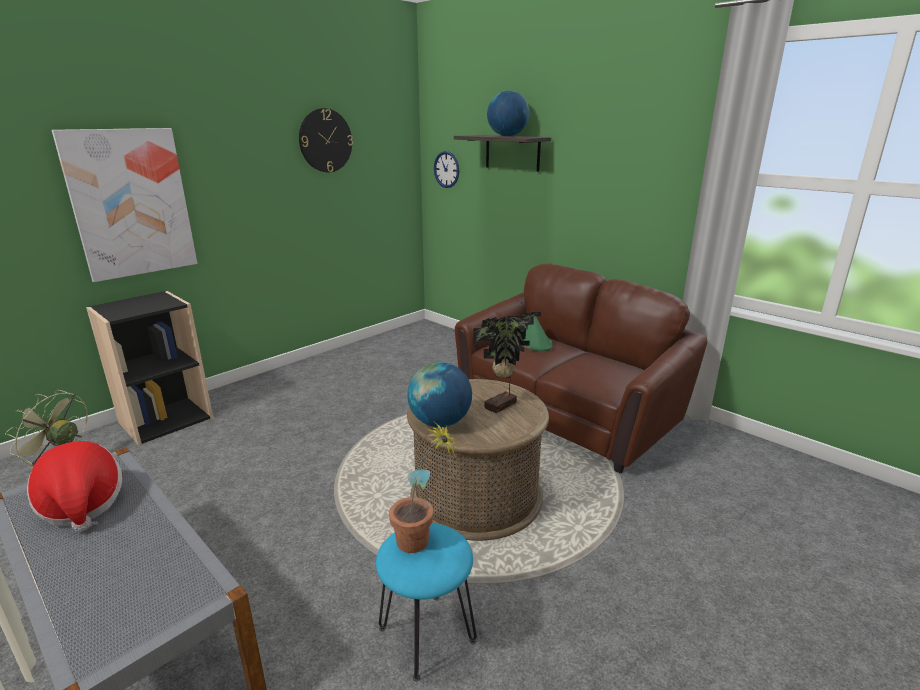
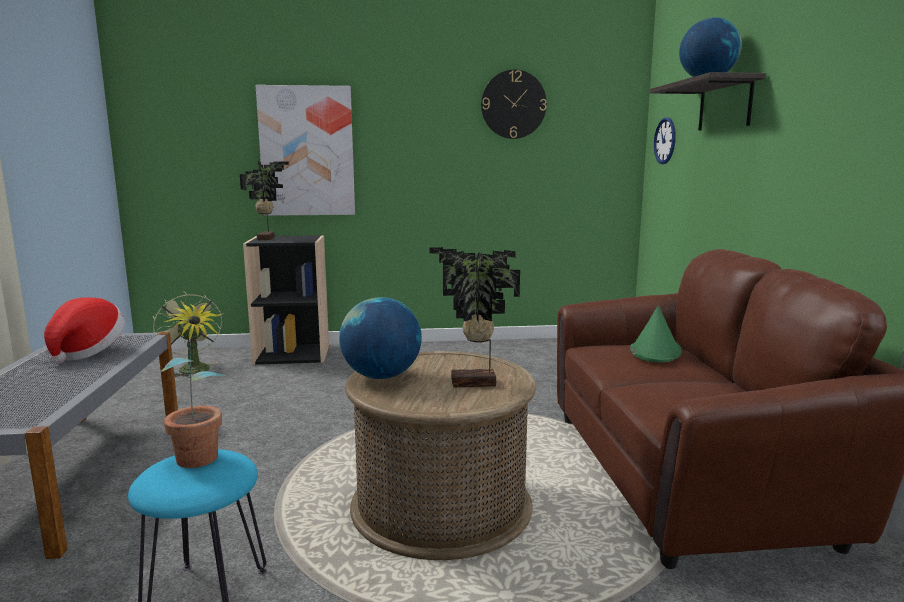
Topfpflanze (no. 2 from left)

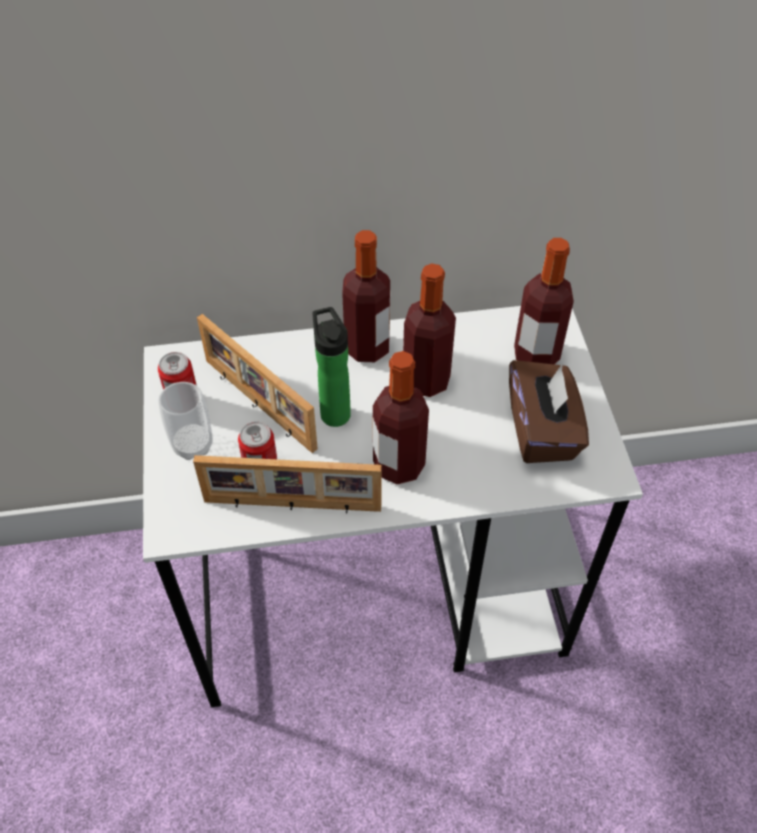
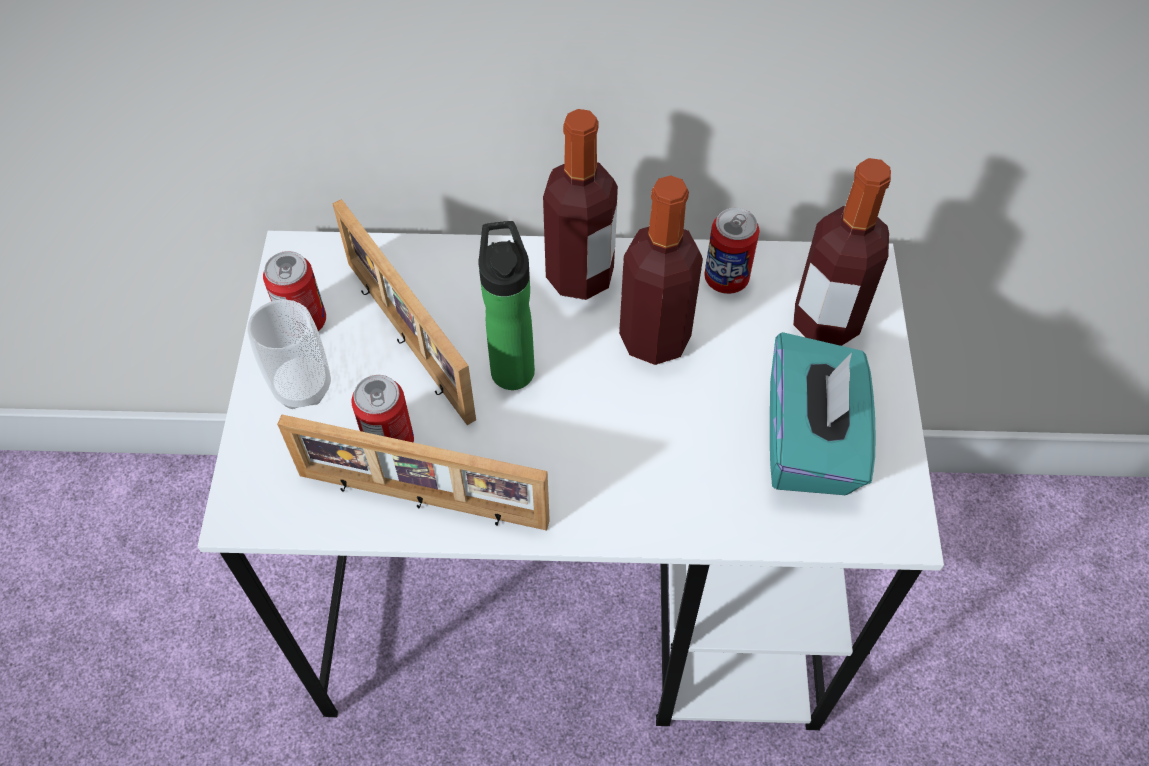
Dose (no. 3 from left)
Taschentuchbox [türkis]
Flasche (no. 3 from left in the first image)

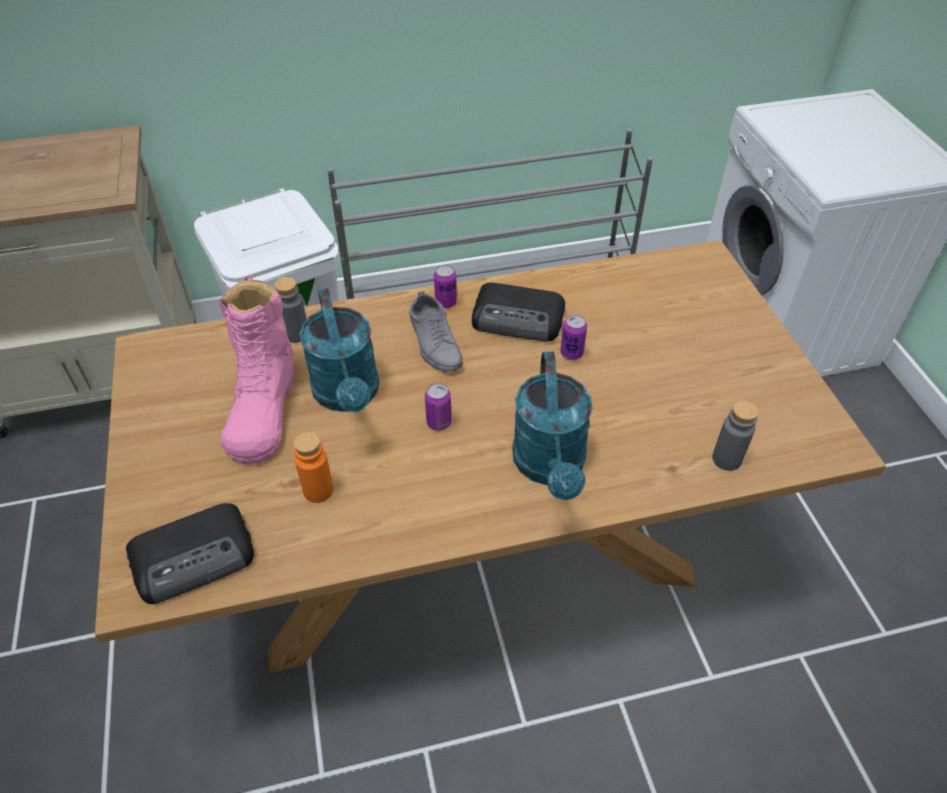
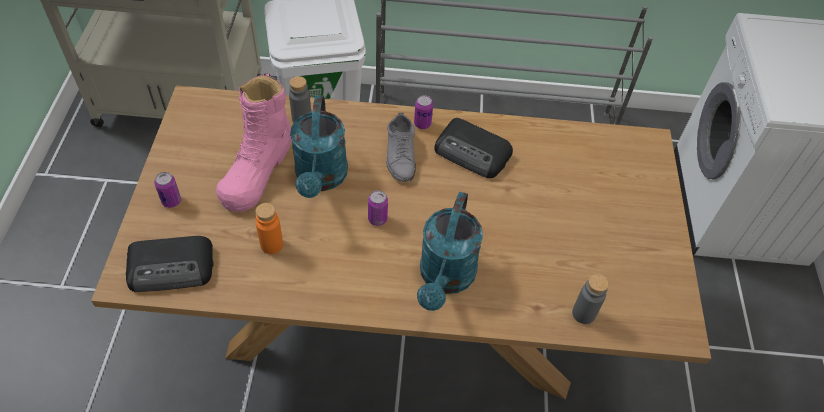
Dose (no. 1 from left)

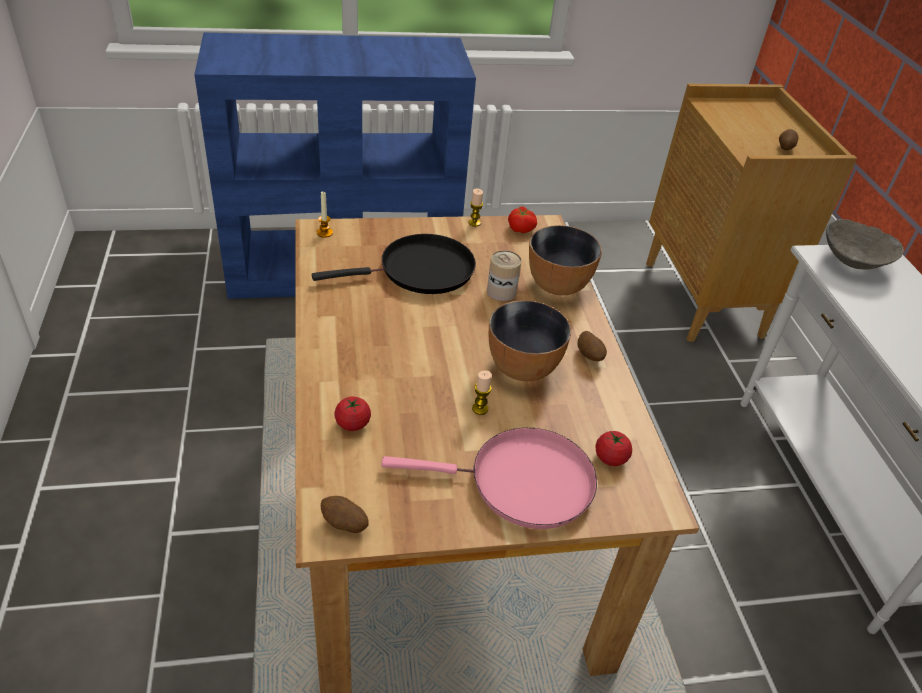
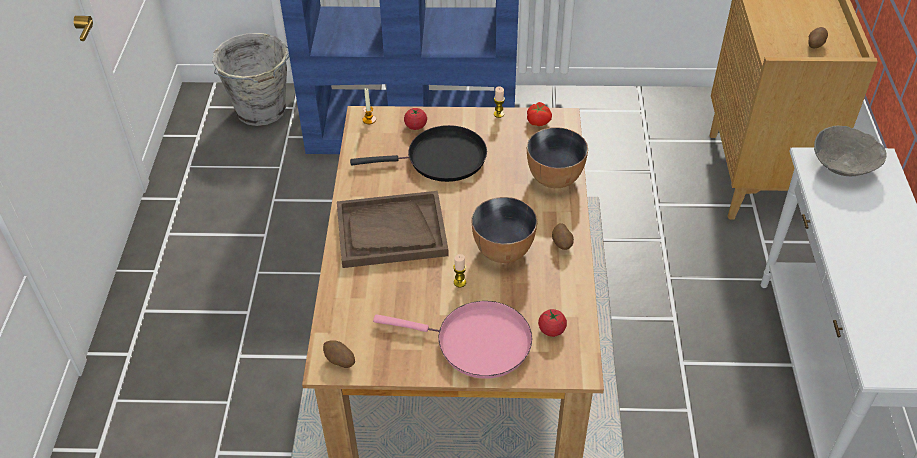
Eimer [grau]
Tablett [braun]
Tomate (no. 1 from left)
Dose

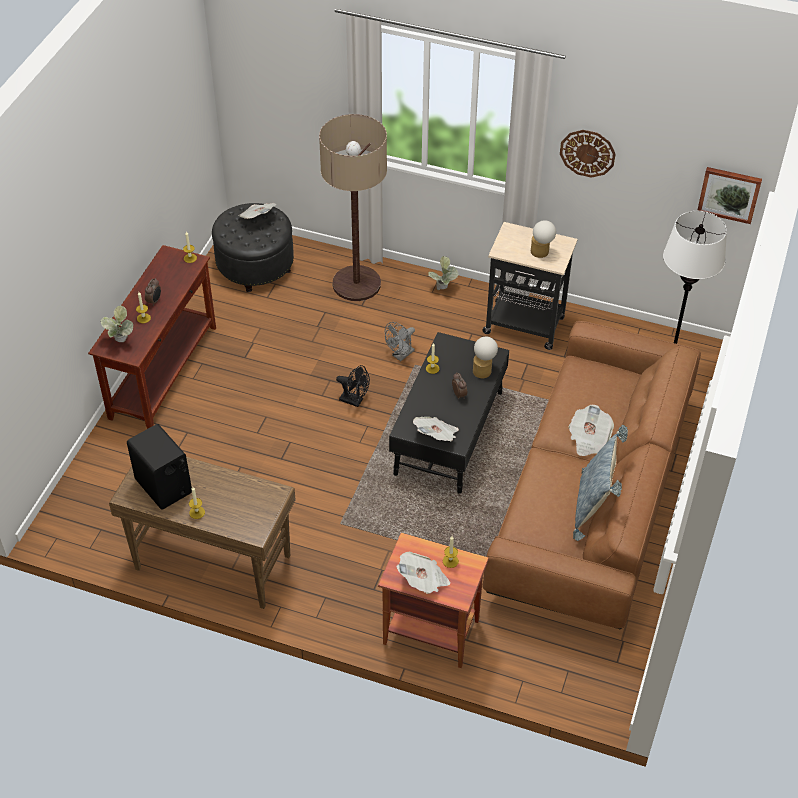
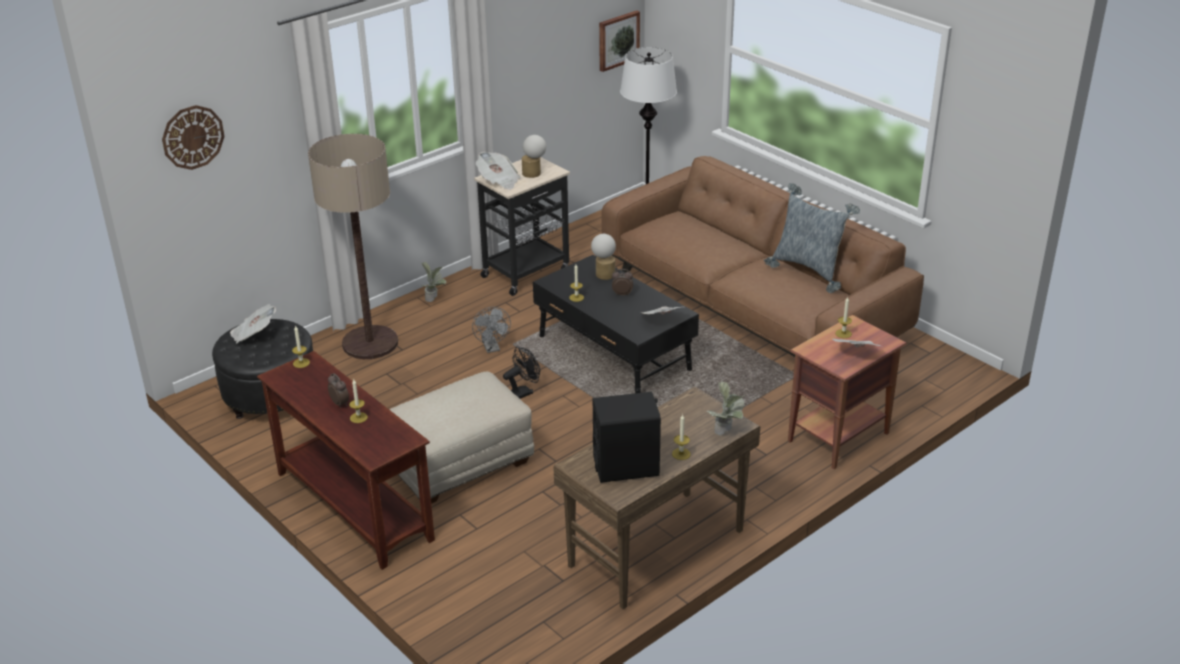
Wanduhr
Polsterhocker [beige]
Zeitung (no. 2 from left)
Topfpflanze (no. 2 from left)

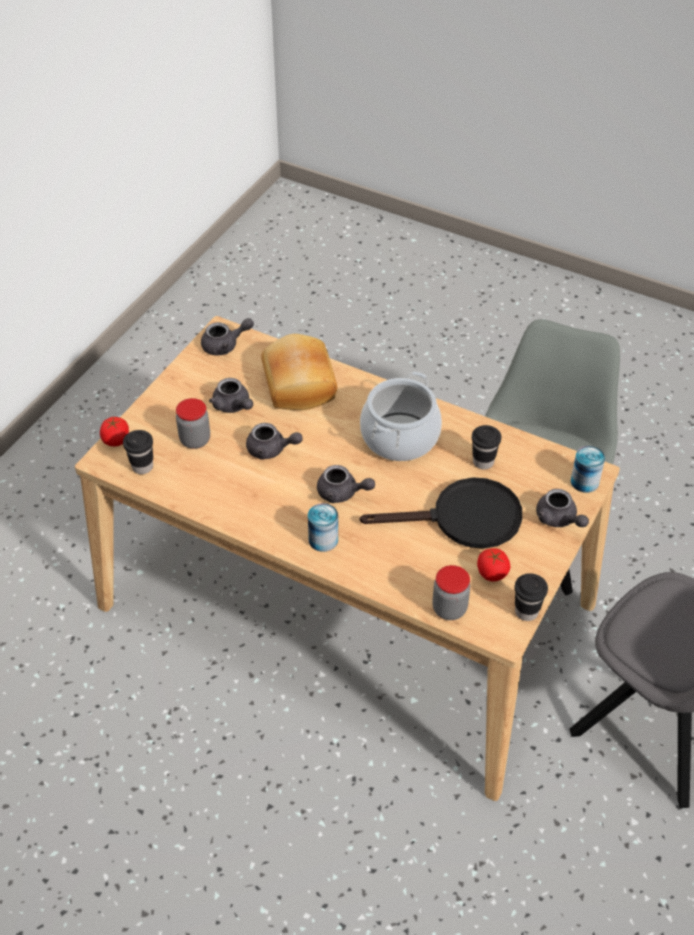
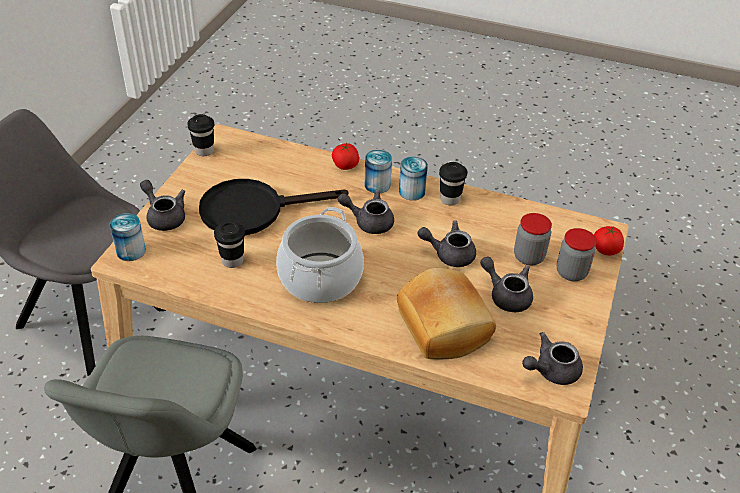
Tomate (no. 1 from left)
Dose (no. 3 from left)
Tasse [schwarz] (no. 3 from left)
Vorratsglas (no. 2 from left)

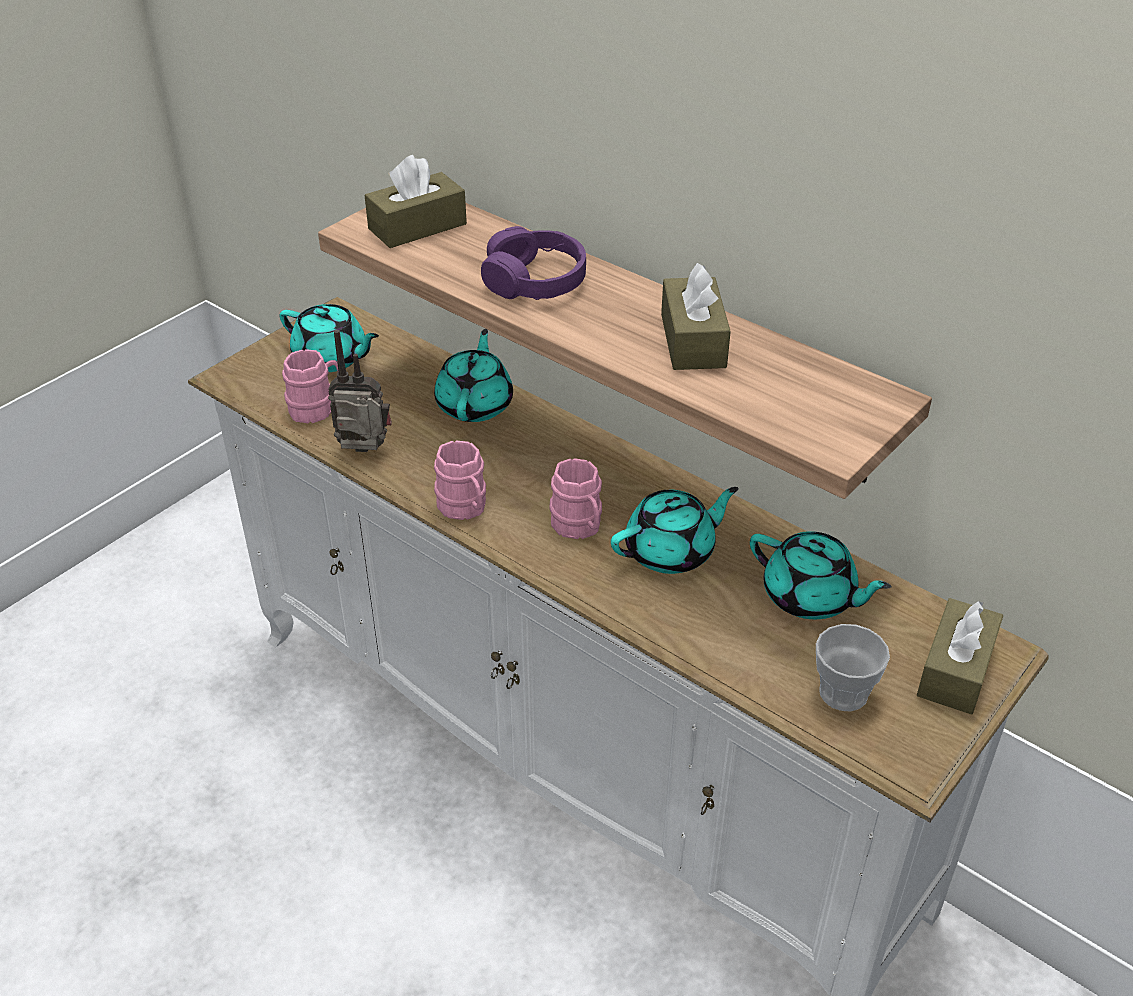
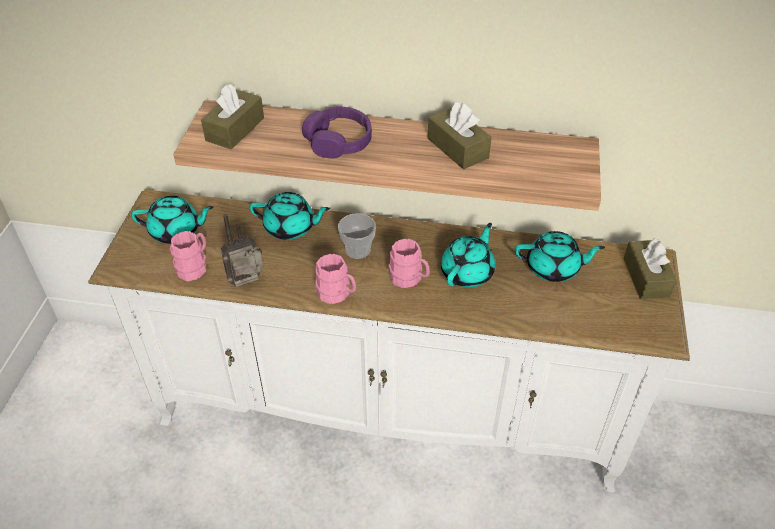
Teekanne [türkis] (no. 2 from left)
Tasse

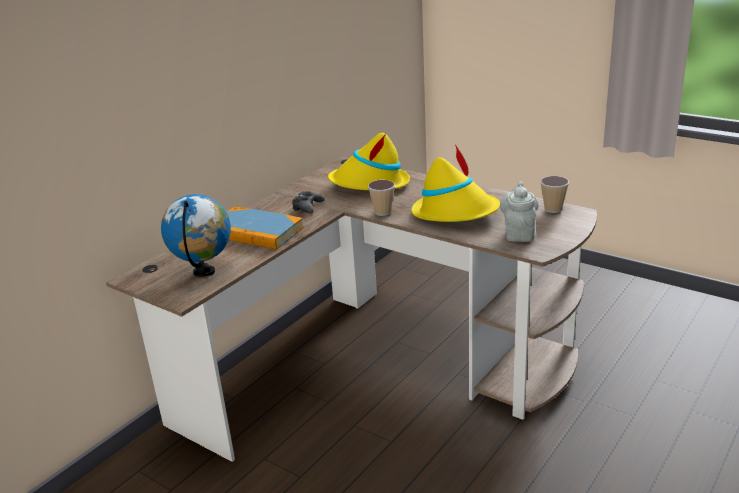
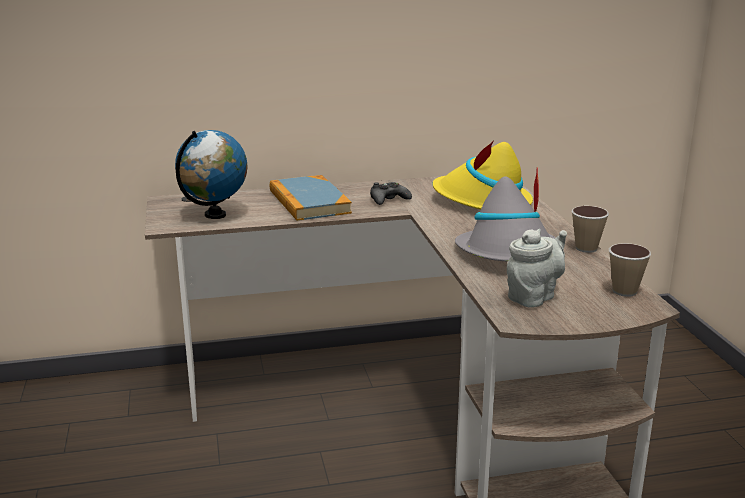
Hut [grau]
Tasse (no. 1 from left)

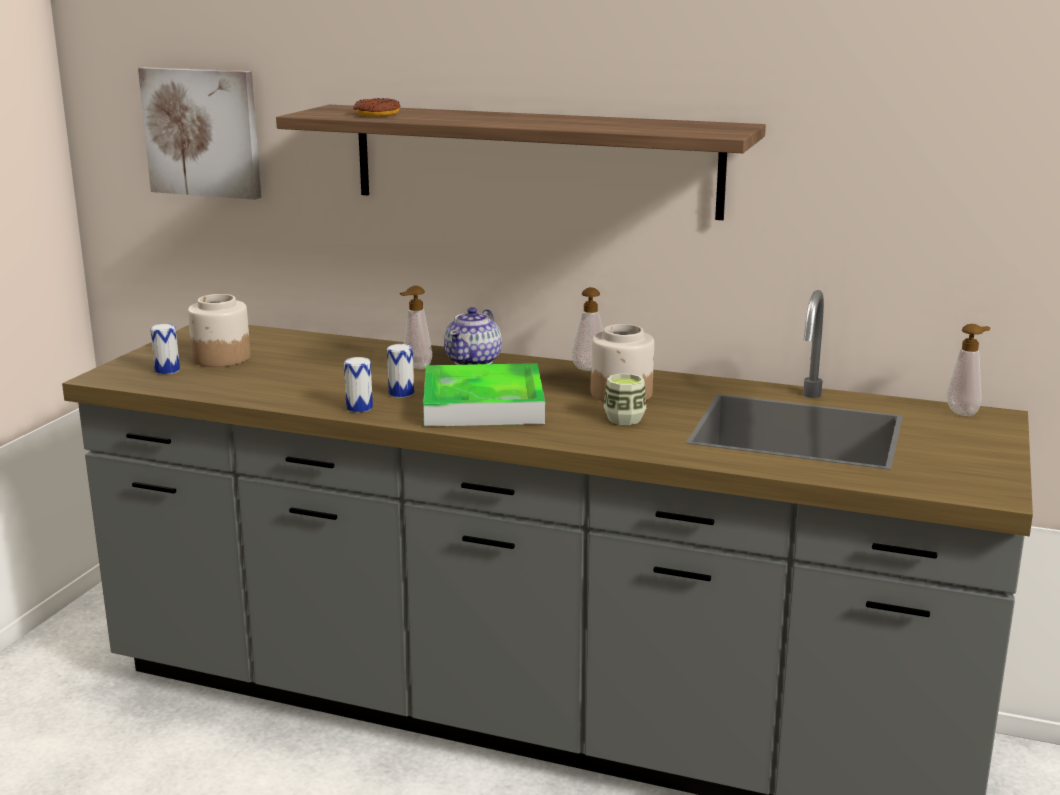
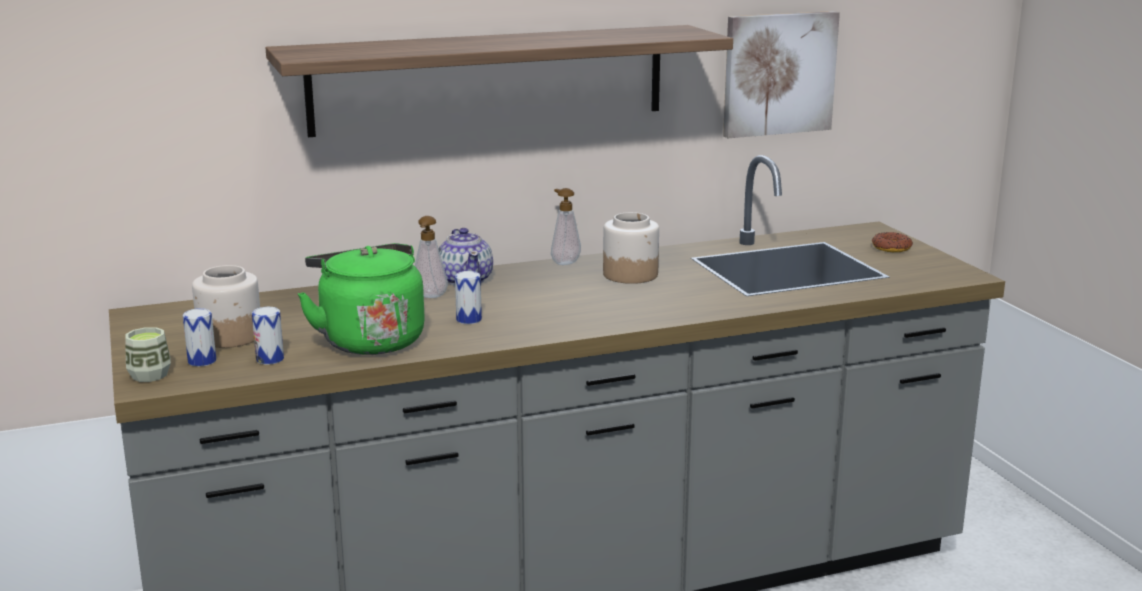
Tasse
Dose (no. 2 from left)
Wasserkessel [grün]
Bild
Donut
Tablett
Seifenspender (no. 3 from left in the first image)

